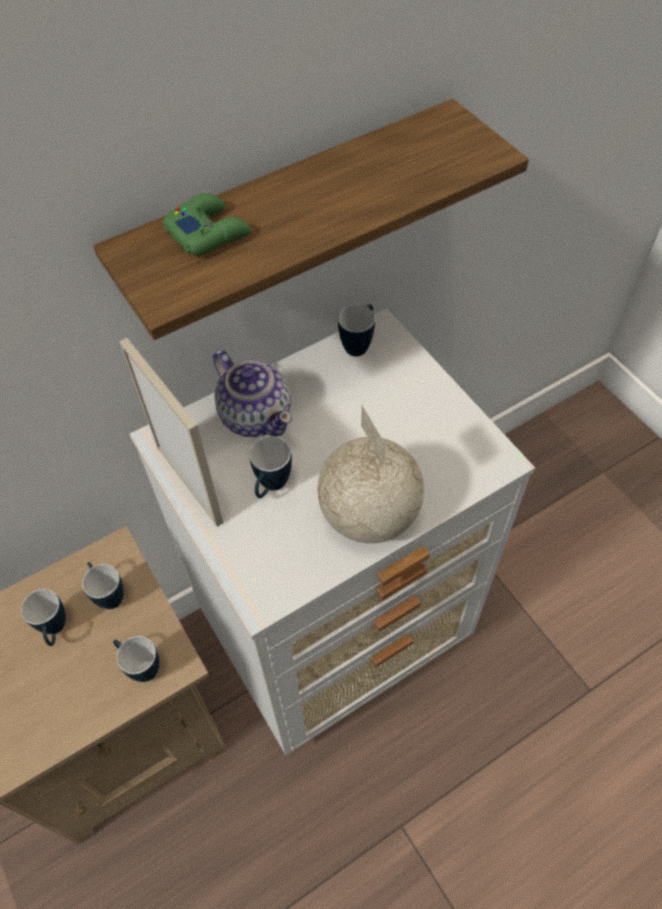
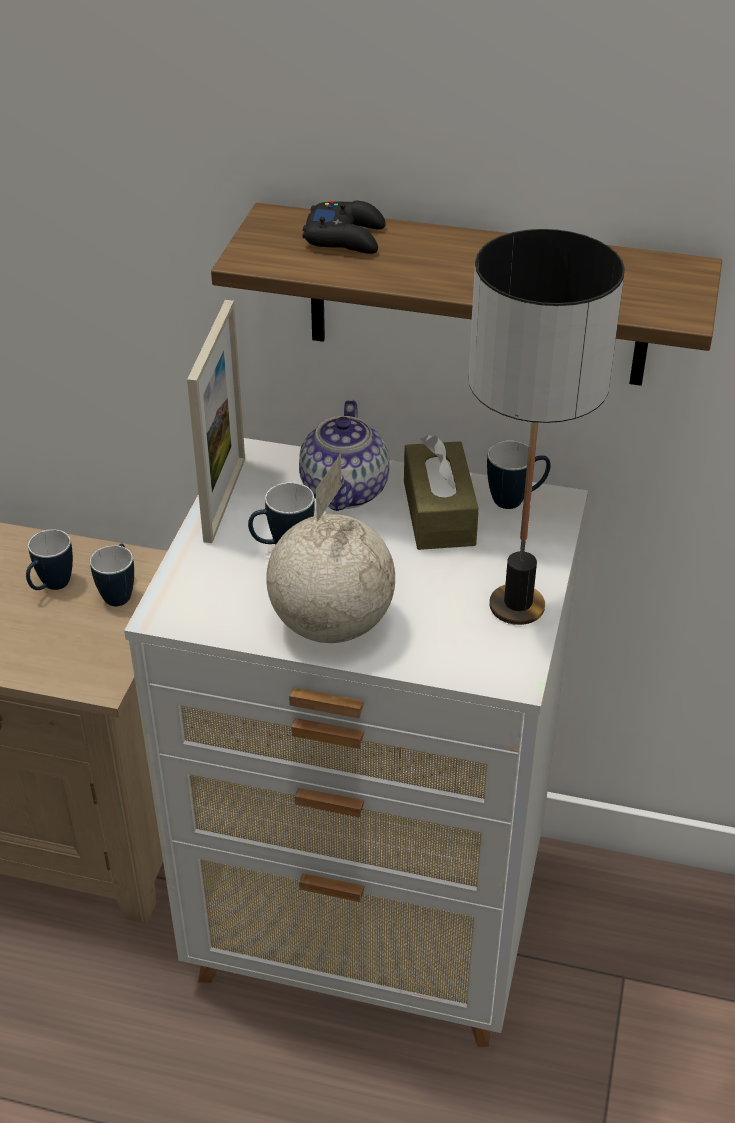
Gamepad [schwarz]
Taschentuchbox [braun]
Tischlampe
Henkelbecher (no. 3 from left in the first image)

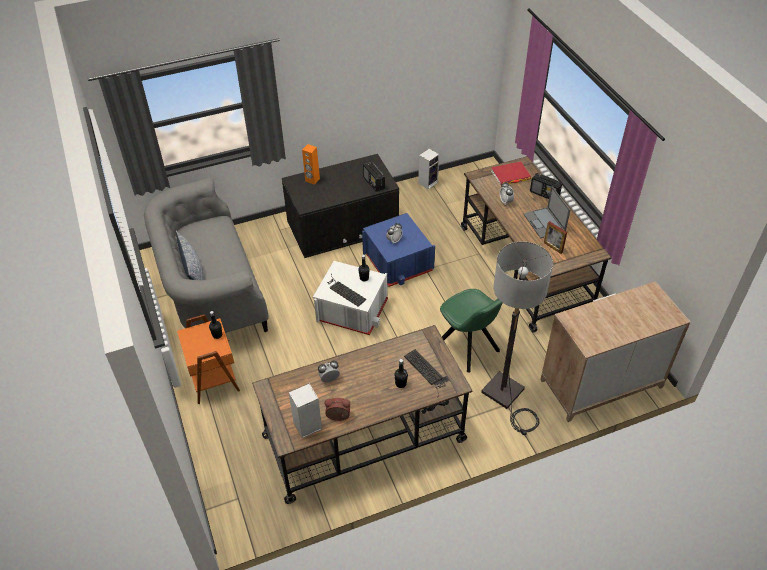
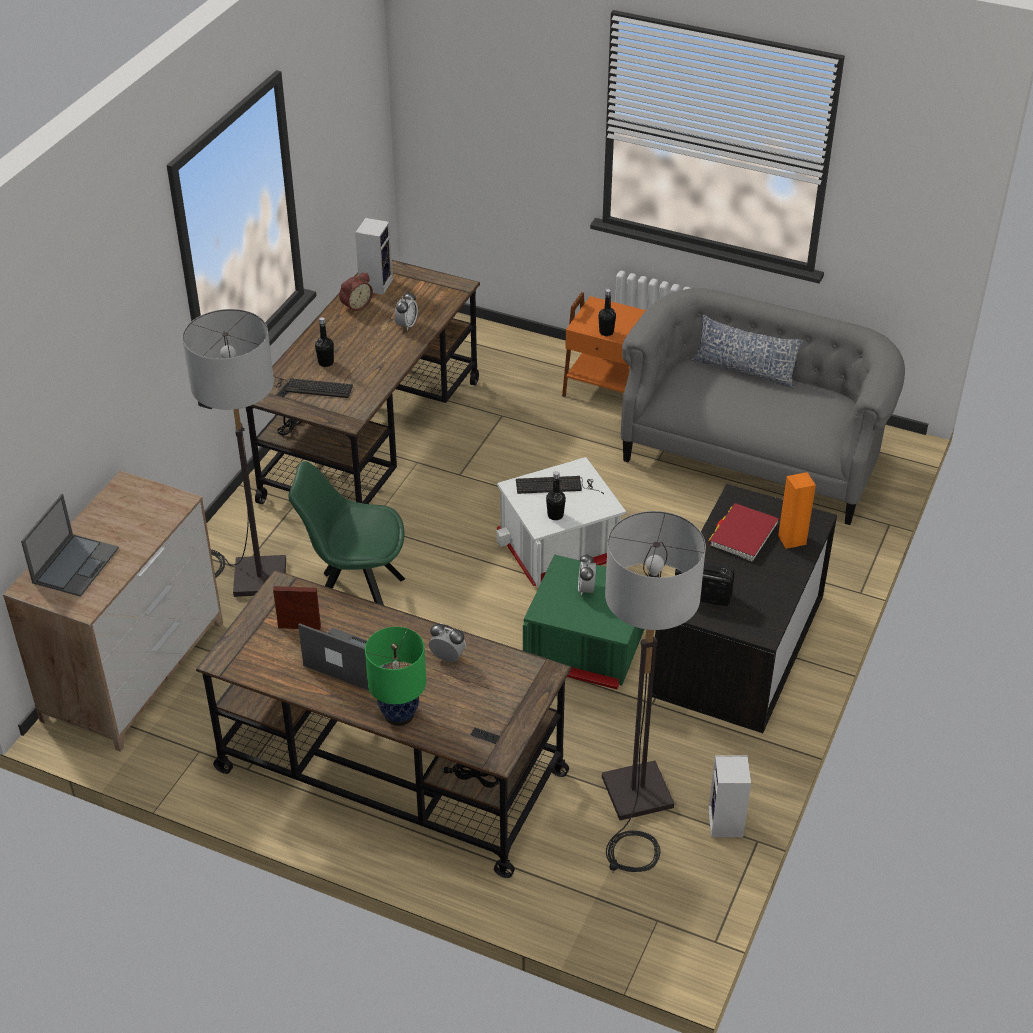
Laptop (no. 1 from left)
Tischlampe [grün]
Aufbewahrungsbox [grün]
Stehlampe (no. 2 from left)
Buch [rot]

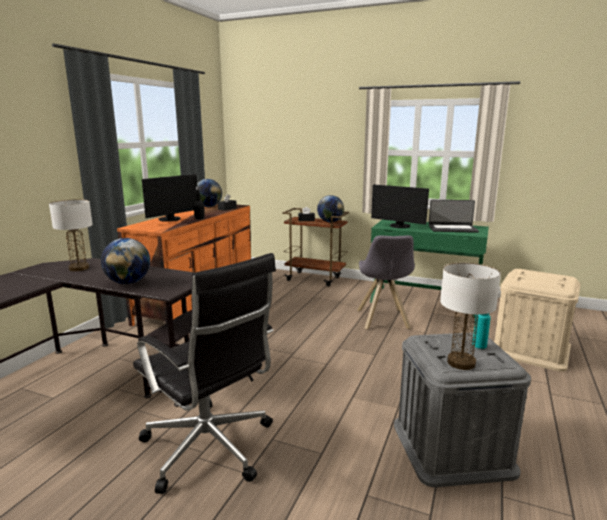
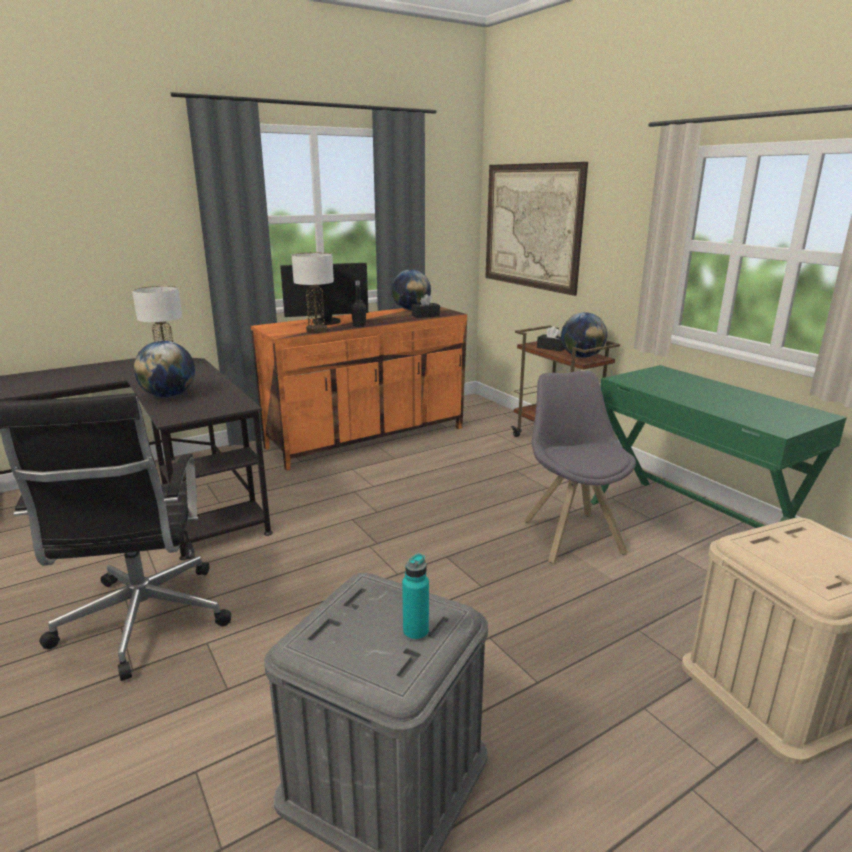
Tischlampe (no. 2 from left)
Bild
Stuhl [grau]
Monitor (no. 2 from left in the first image)
Laptop

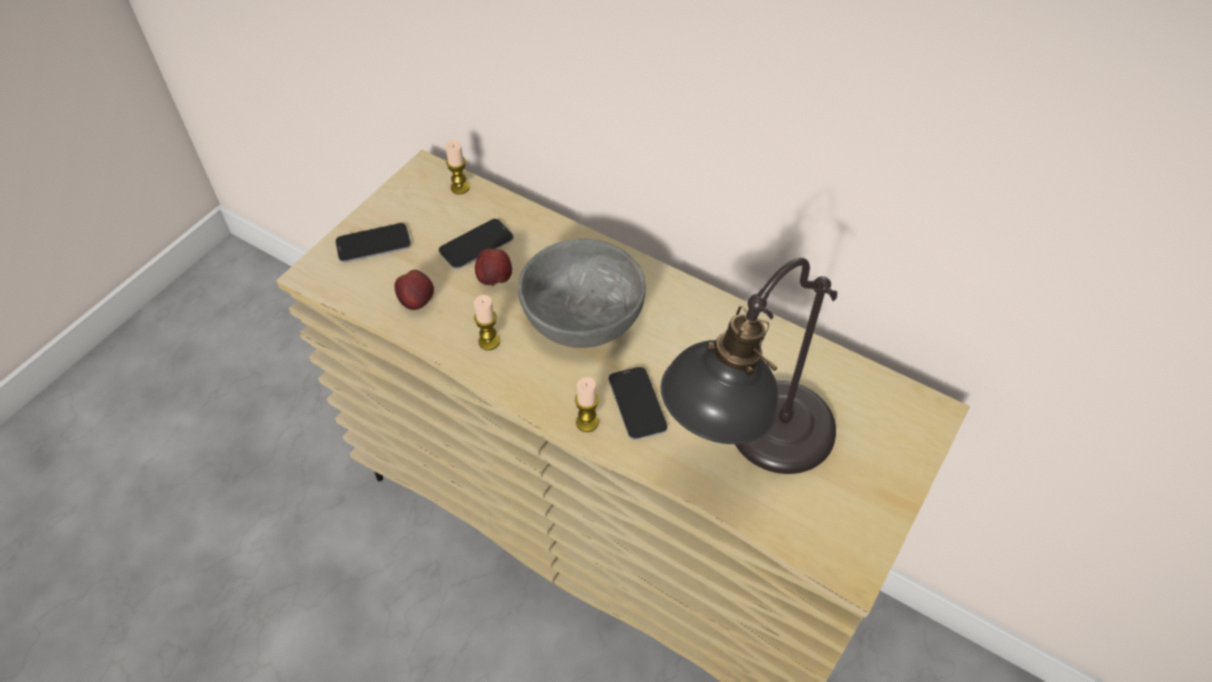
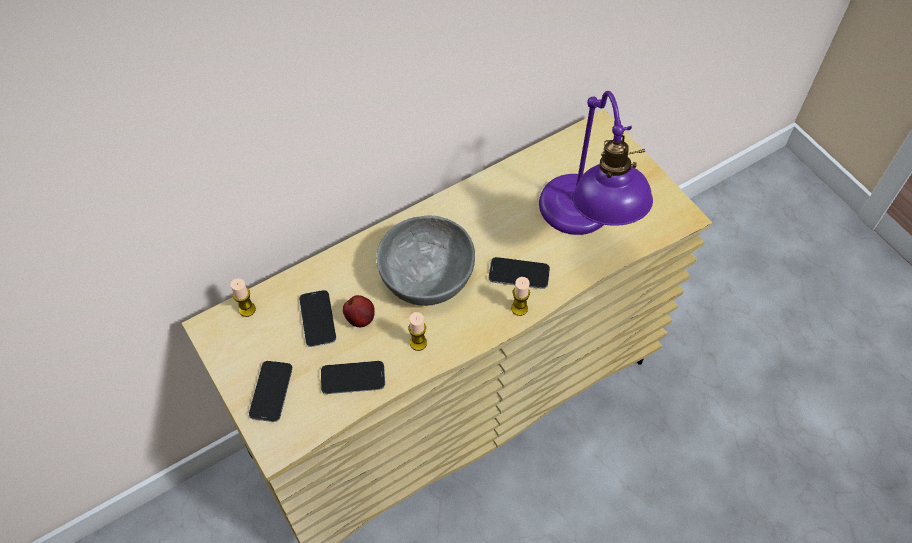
Handy (no. 3 from left)
Tischlampe [lila]

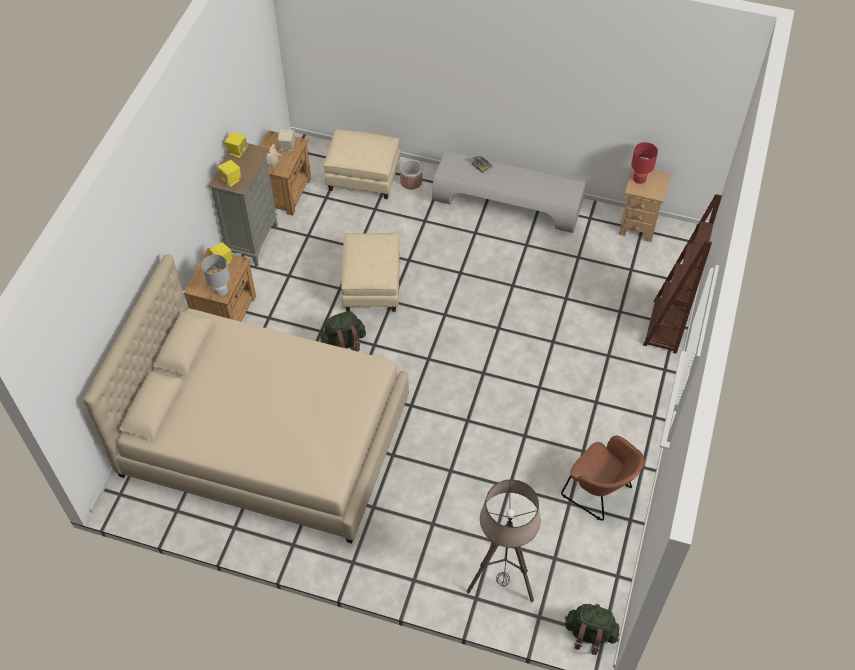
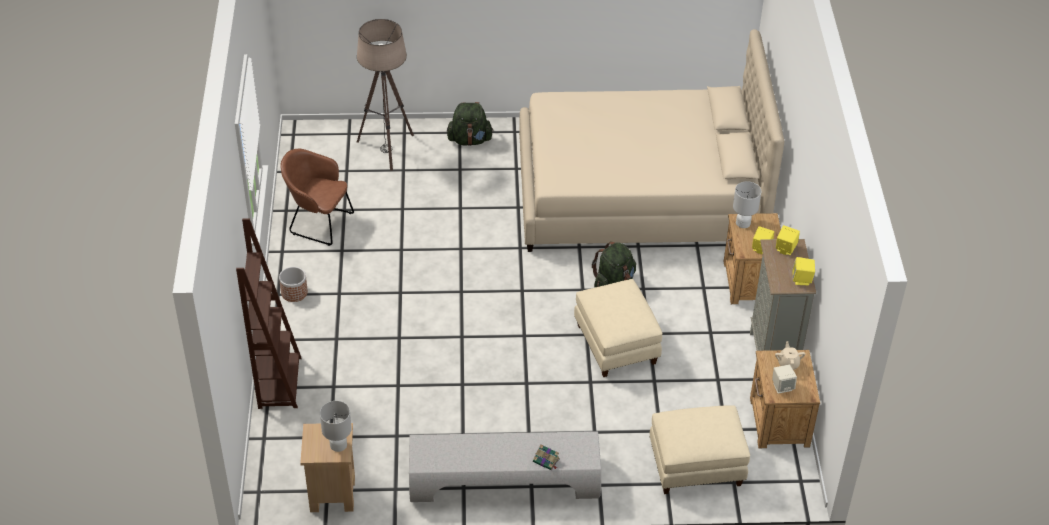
Pflanzkübel
Tischlampe [grau] (no. 1 from left)
Rucksack [grün] (no. 1 from left)

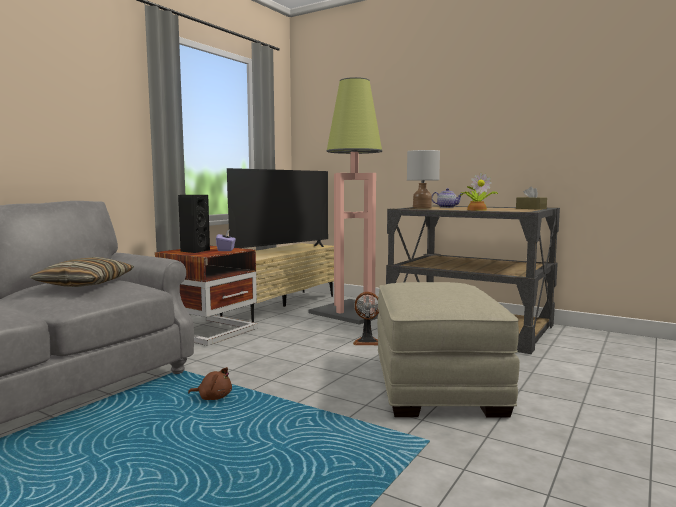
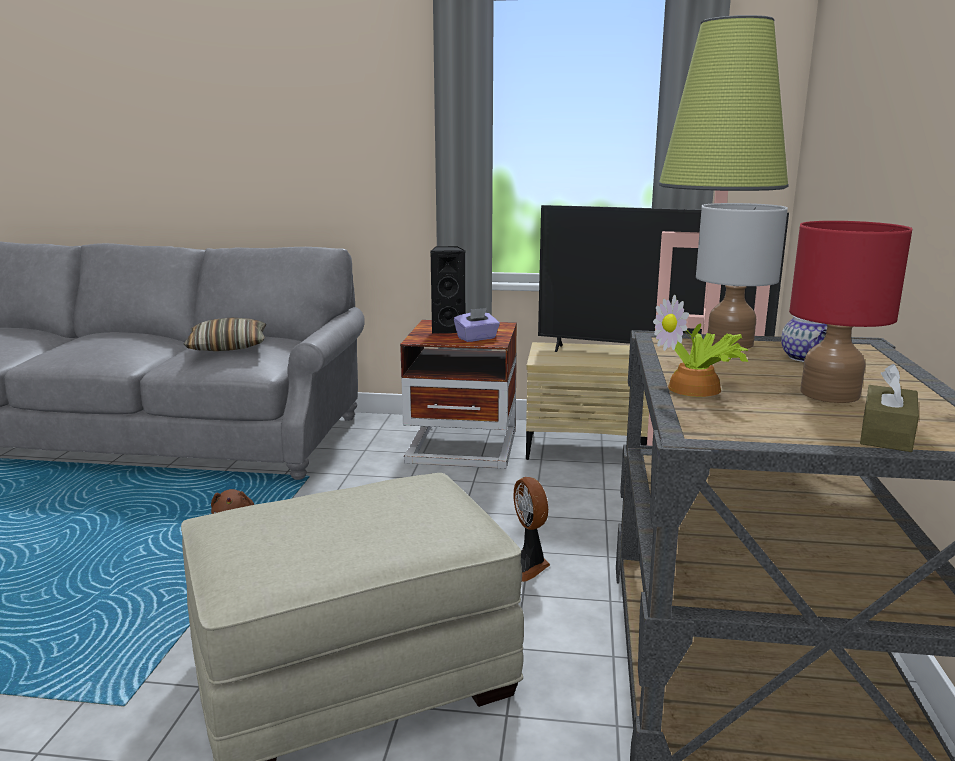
Tischlampe [rot]

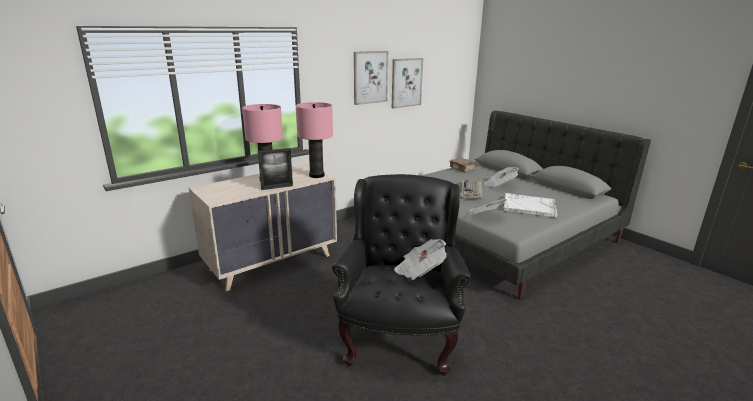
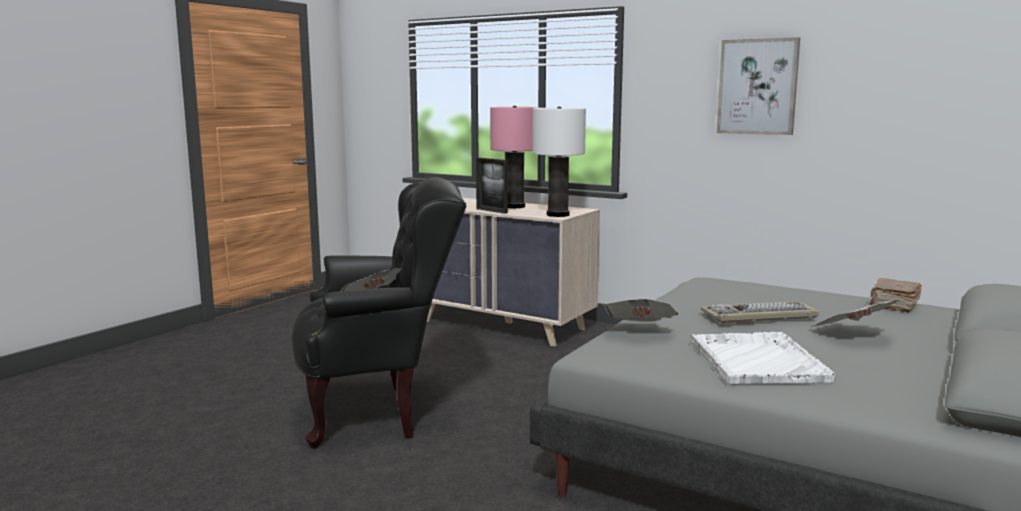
Tischlampe [weiß]
Bild (no. 2 from left in the first image)

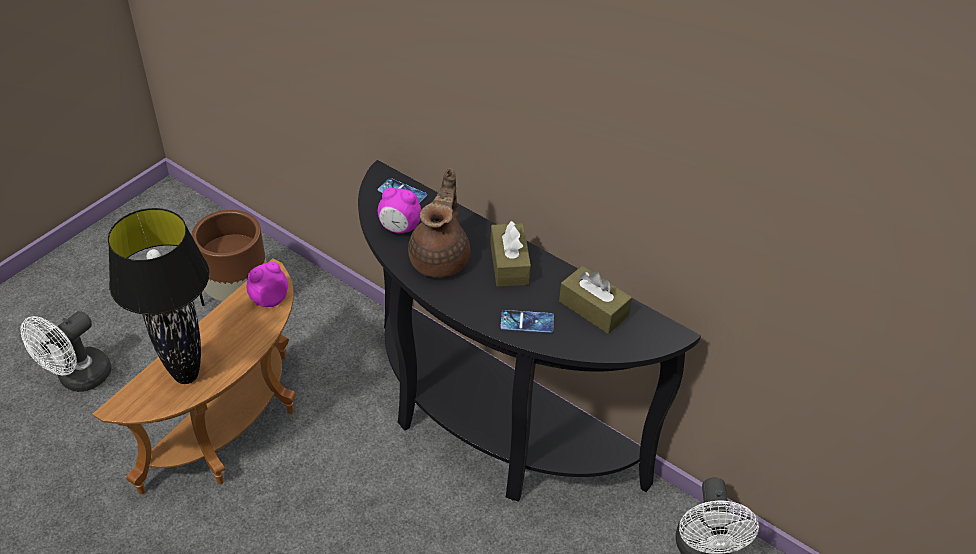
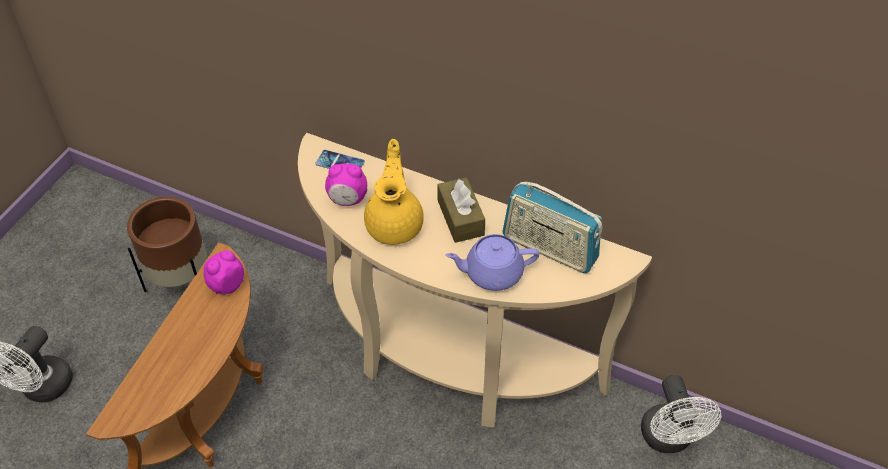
Konsolentisch [beige]
Teekanne [gelb]
Teekanne [lila]
Radio
Tischlampe [schwarz]

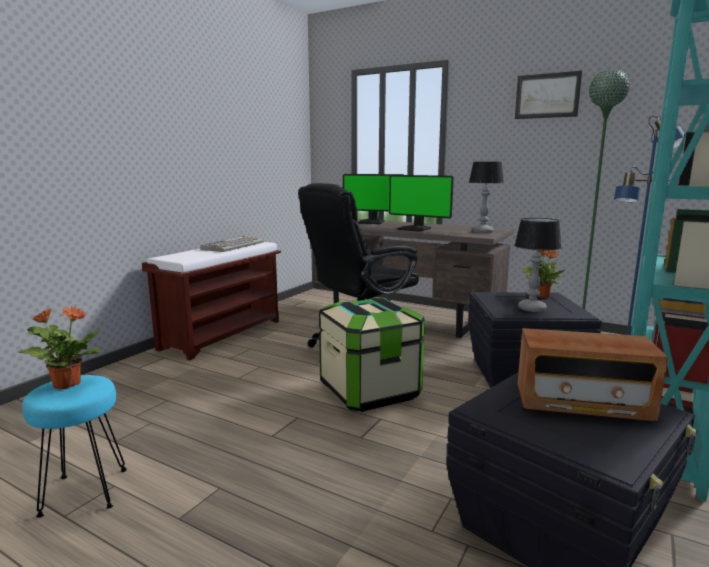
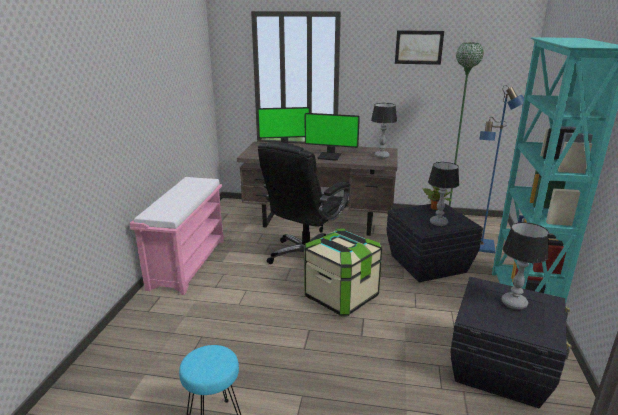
Bank [rosa]
Tischlampe (no. 3 from left)
Topfpflanze (no. 1 from left in the first image)
Tastatur

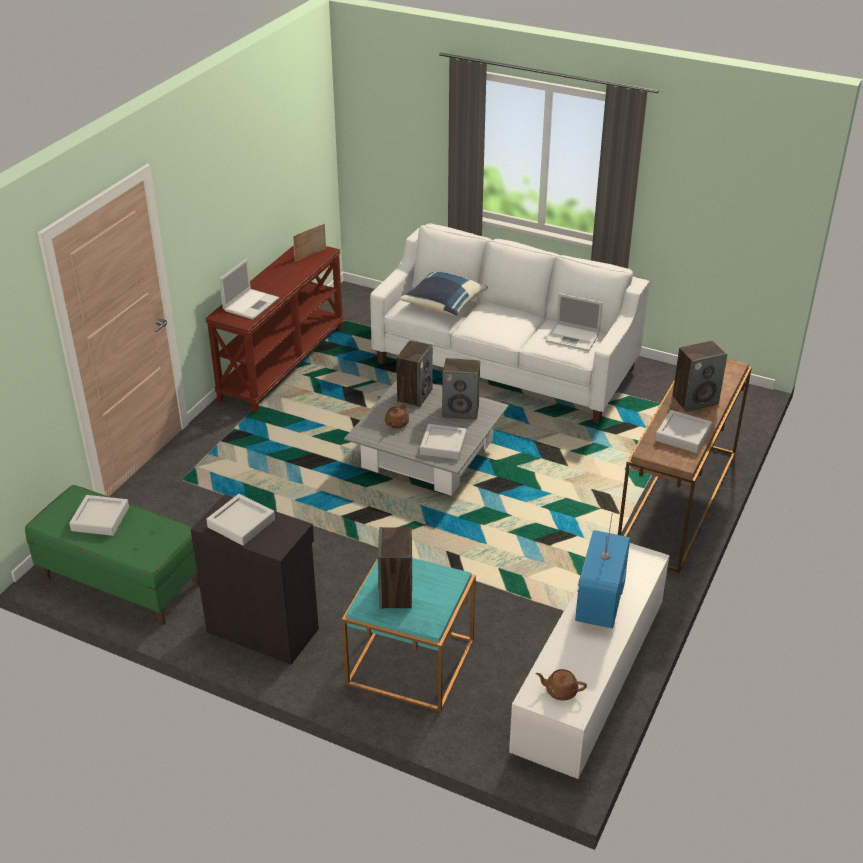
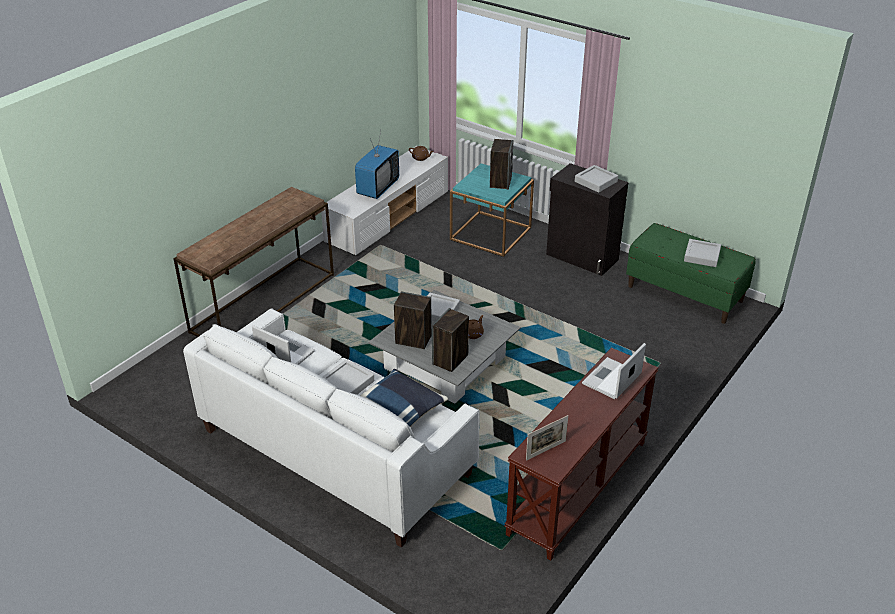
Tablett [grau] (no. 1 from left)
Lautsprecher (no. 4 from left in the first image)

